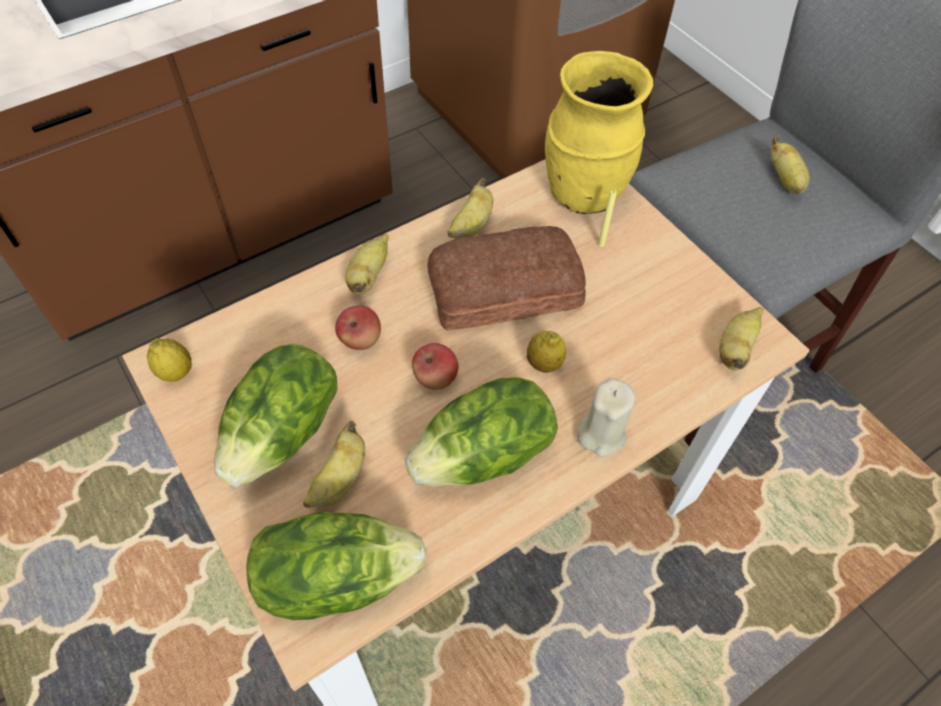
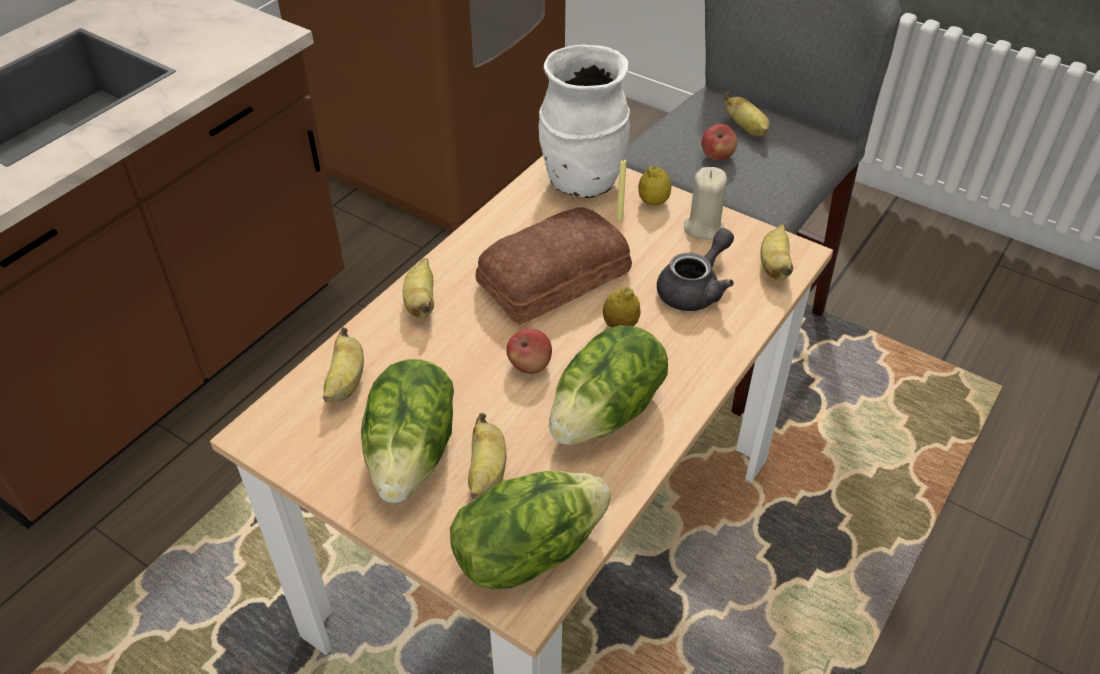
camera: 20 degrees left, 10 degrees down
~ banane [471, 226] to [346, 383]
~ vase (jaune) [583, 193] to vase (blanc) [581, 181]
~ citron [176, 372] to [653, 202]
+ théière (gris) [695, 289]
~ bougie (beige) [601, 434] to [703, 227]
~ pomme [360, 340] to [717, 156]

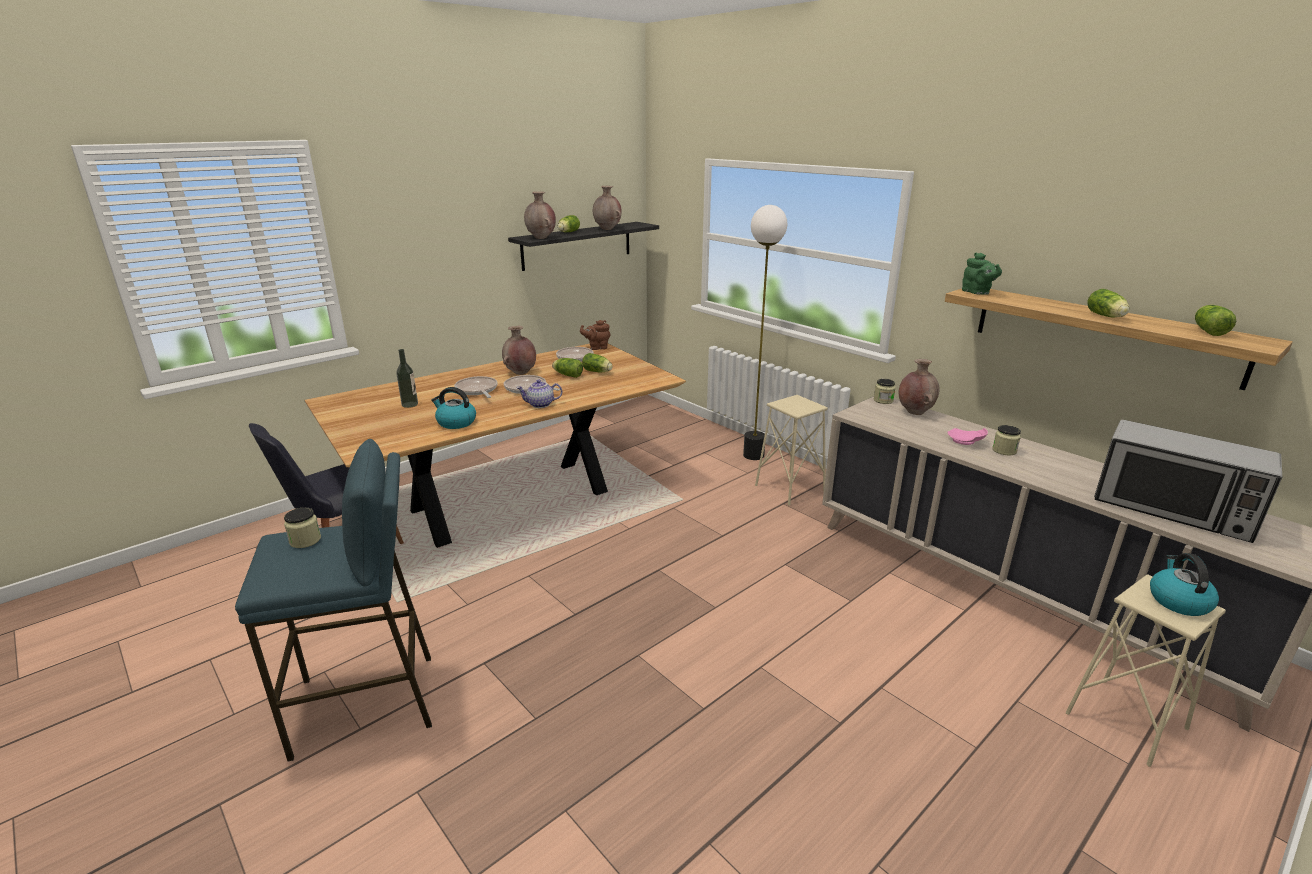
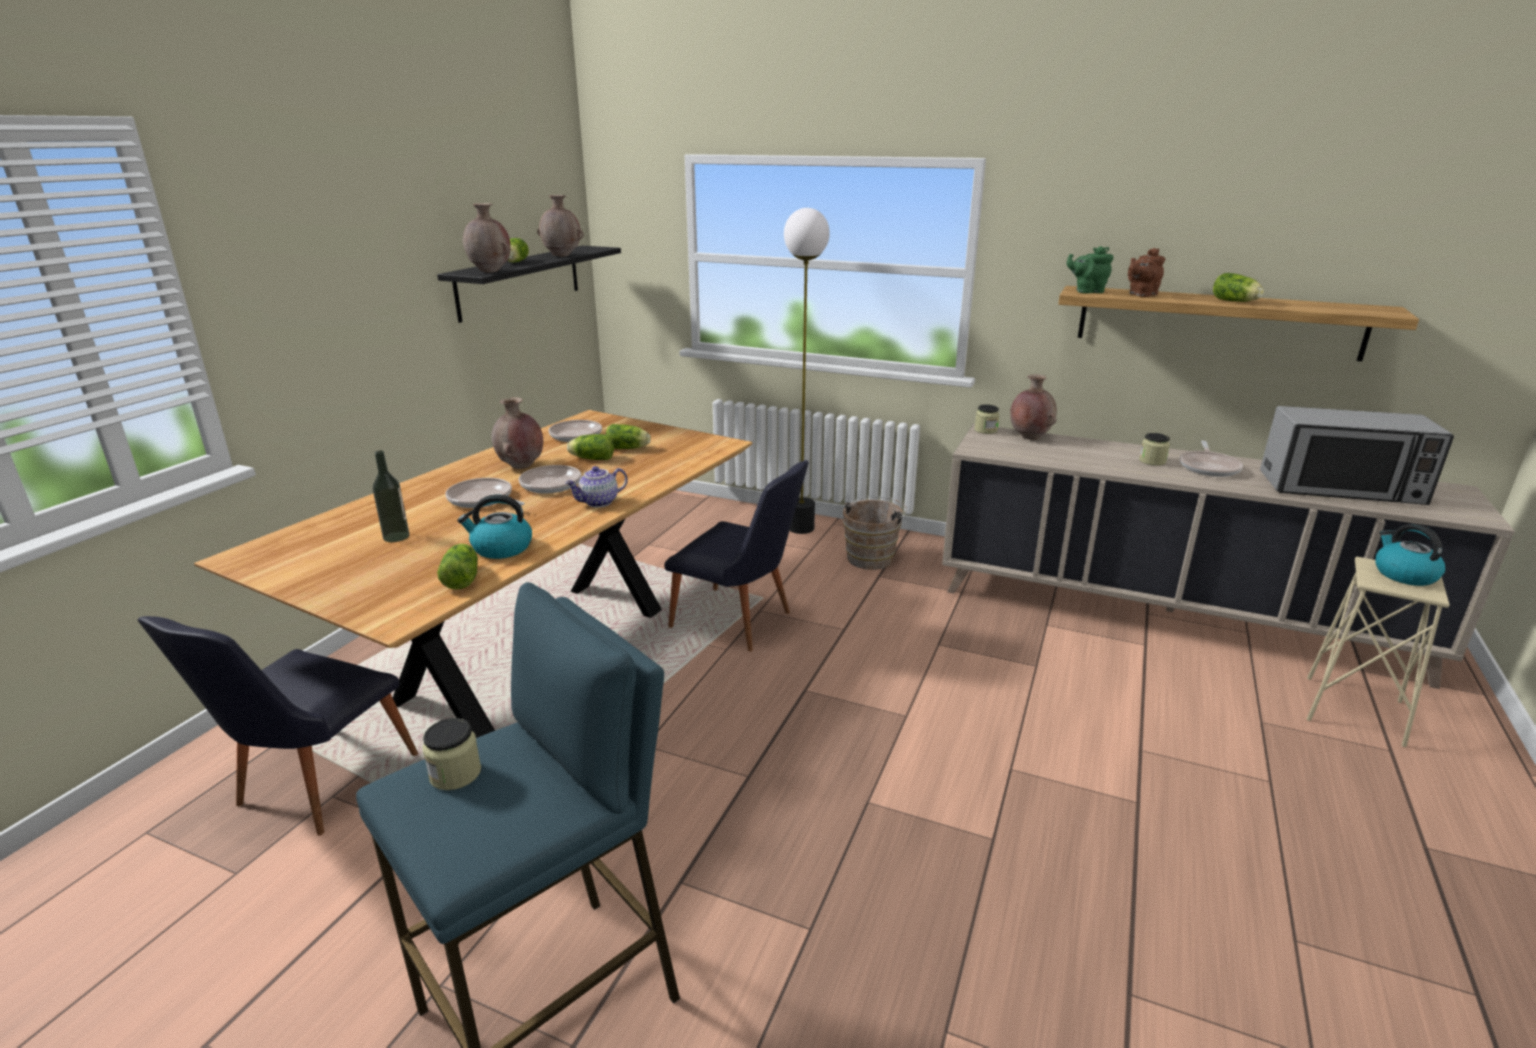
camera: 25 degrees left, 0 degrees up
~ laitue [1208, 331] to [462, 578]
+ chaise (noir) [740, 623]
~ tabouret (beige) [790, 488] to seau (marron) [872, 557]
~ théière (vert) [977, 293] = [1087, 291] 135 degrees clockwise
~ théière (marron) [597, 347] to [1141, 294]
+ poêle [1209, 467]
- assiette (rose) [966, 442]

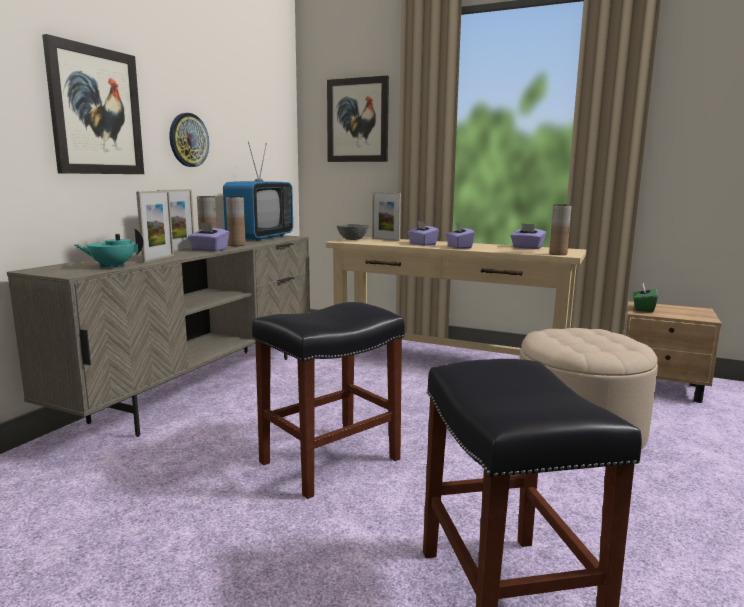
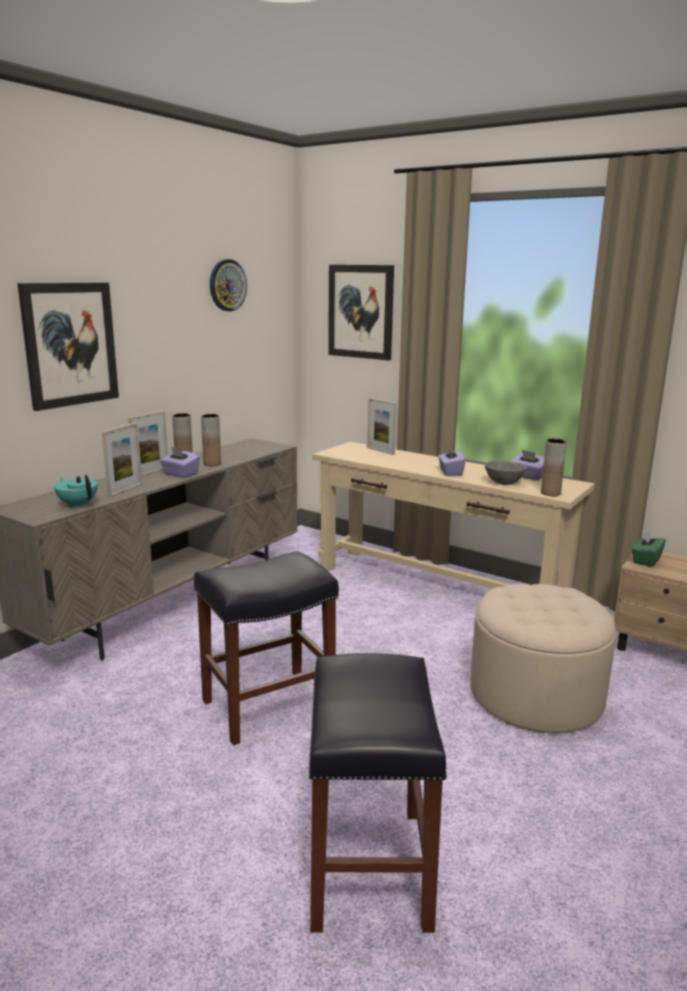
camera: 10 degrees right, 5 degrees up
~ théière (turquoise) [112, 266] = [78, 505] 45 degrees clockwise
~ horloge murale [188, 140] to [227, 285]
~ bol (gris) [352, 239] to [504, 483]
- téléviseur [260, 238]
- boîte à mouchoirs (violet) [422, 244]

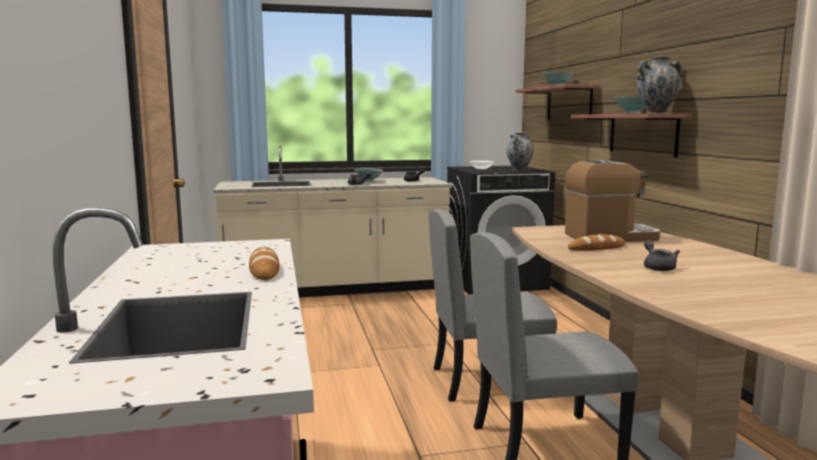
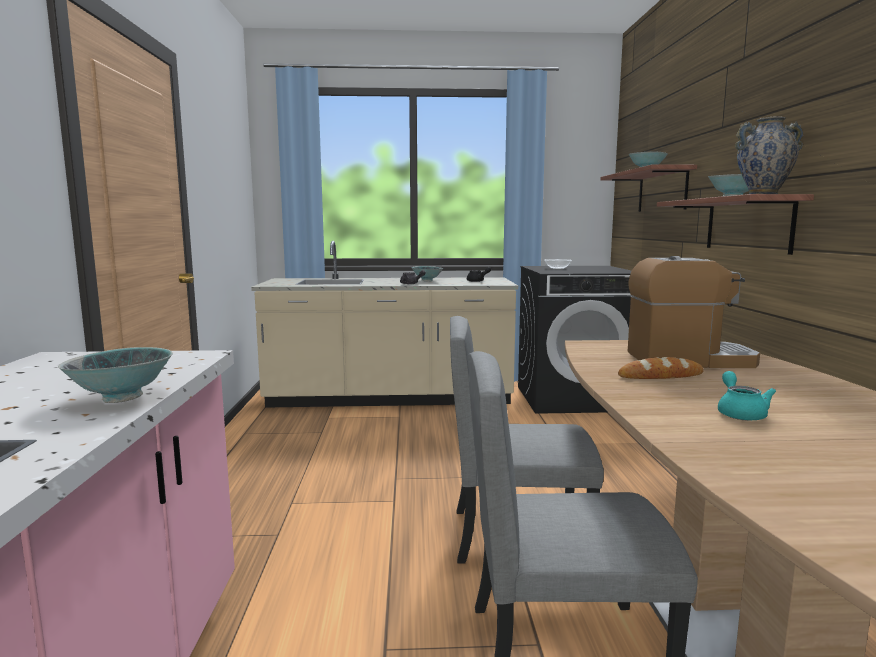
camera: 10 degrees right, 0 degrees up
~ pain [264, 269] to bol [122, 398]
~ théière (gris) [658, 267] to théière (turquoise) [740, 413]
- vase [519, 170]

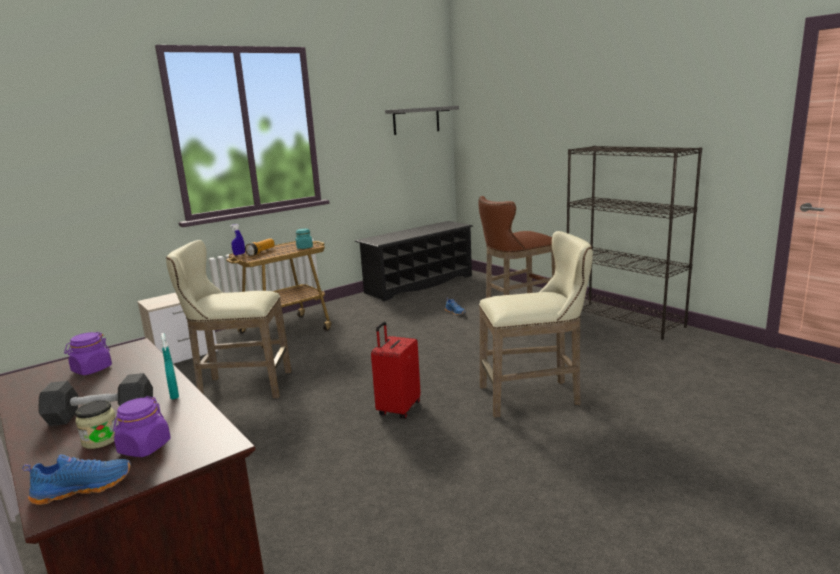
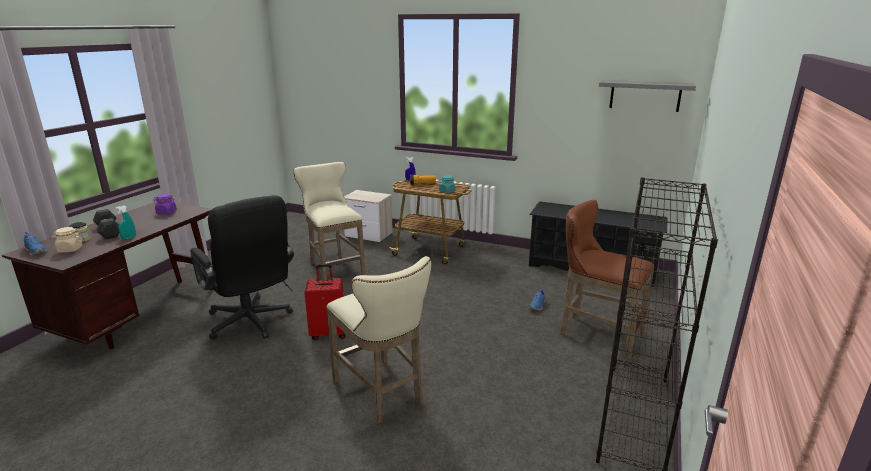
camera: 60 degrees right, 5 degrees up
~ bocal (violet) [144, 447] to bocal (beige) [70, 249]
+ chaise de bureau (noir) [251, 323]

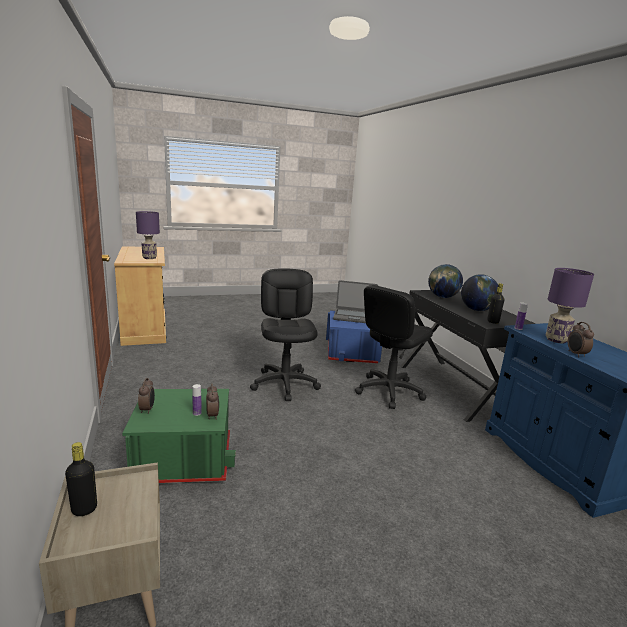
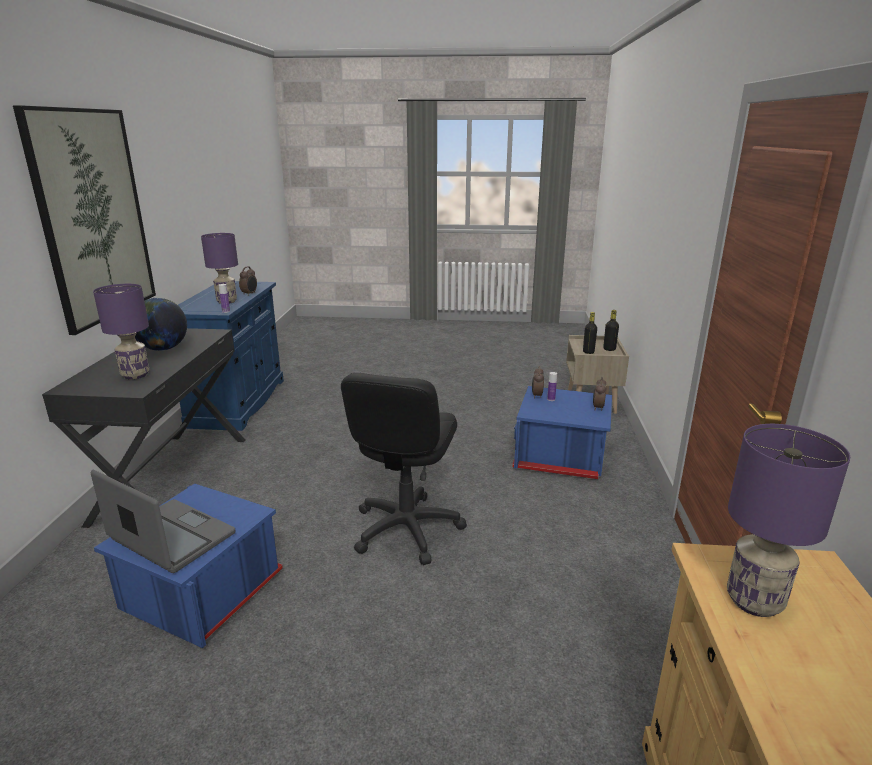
camera: 155 degrees left, 5 degrees up
+ tableau [93, 217]
~ globe [442, 297] to lampe de table (violet) [136, 375]
~ boîte de rangement (vert) [183, 458] to boîte de rangement (bleu) [560, 457]
~ bouteille (noir) [493, 322] to [588, 352]
- chaise de bureau (noir) [389, 391]

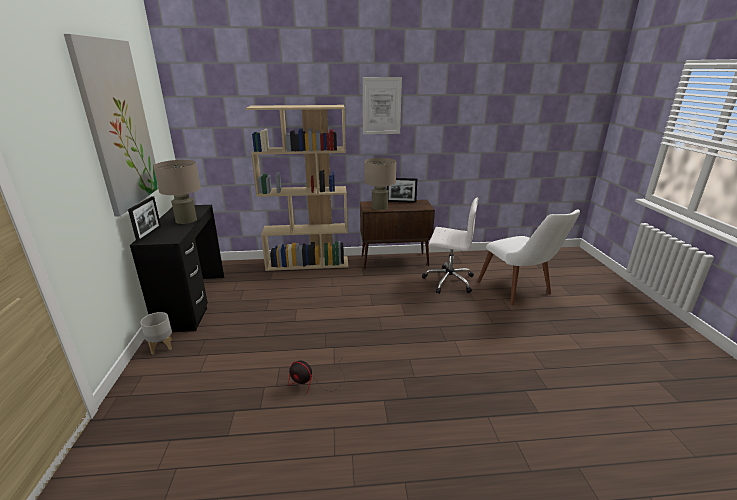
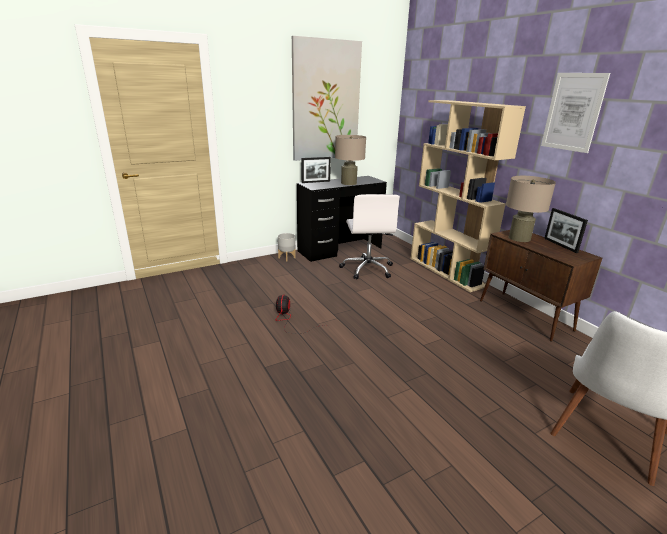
camera: 65 degrees right, 0 degrees up
~ chaise de bureau (blanc) [448, 281] to [367, 269]

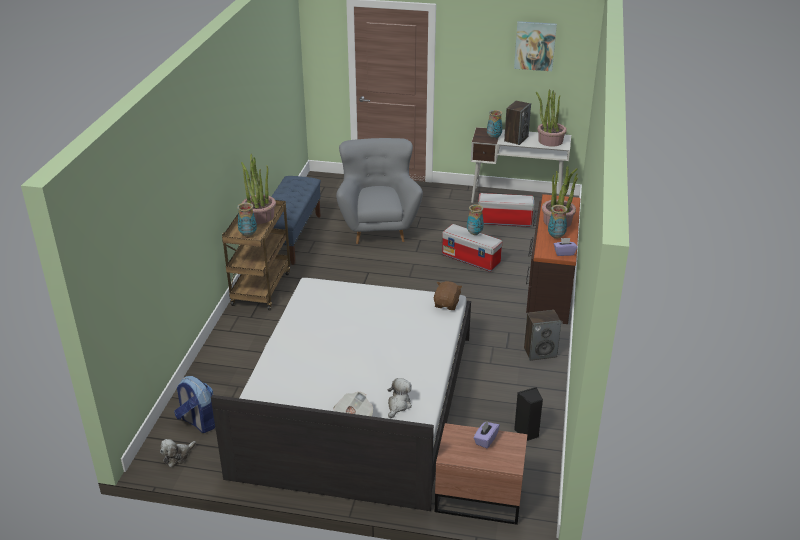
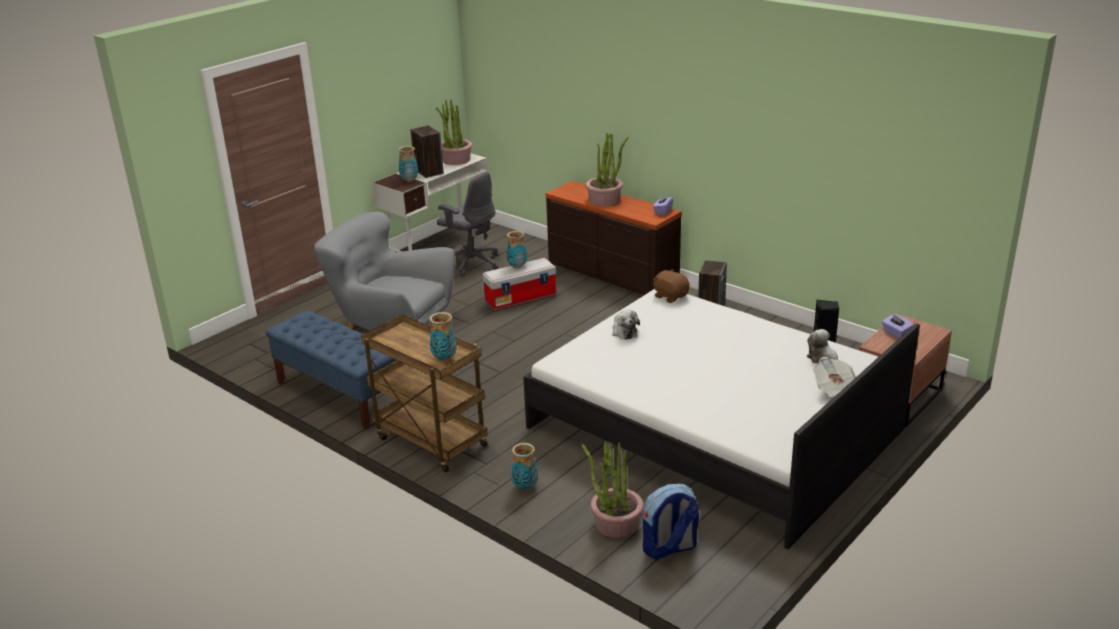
camera: 60 degrees left, 5 degrees down
~ boîte de rangement [504, 221] to chaise de bureau (gris) [471, 263]
~ vase [556, 236] to [525, 487]
~ plante en pot [260, 216] to [616, 523]
~ peluche [177, 456] to [624, 332]
- tableau [535, 46]

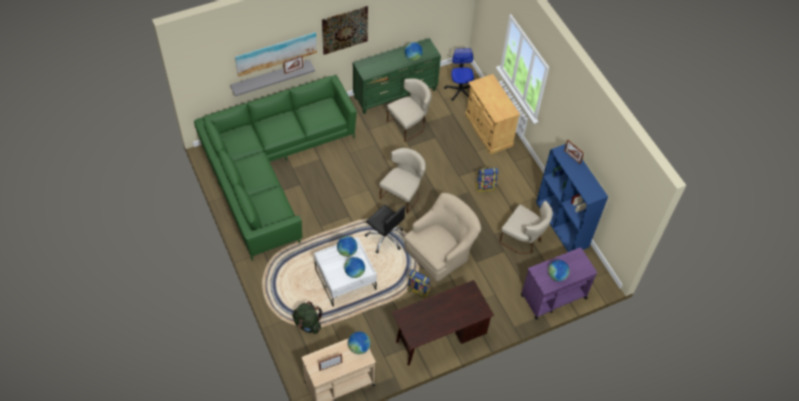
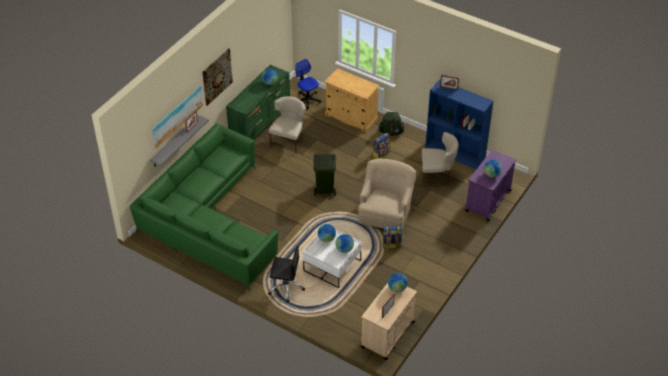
camera: 30 degrees left, 10 degrees down
~ chaise de bureau (noir) [385, 237] to [286, 287]
~ chaise (beige) [402, 194] to poubelle (vert) [325, 189]
~ sac à dos (vert) [307, 324] to [391, 132]
- bureau (marron) [439, 338]

